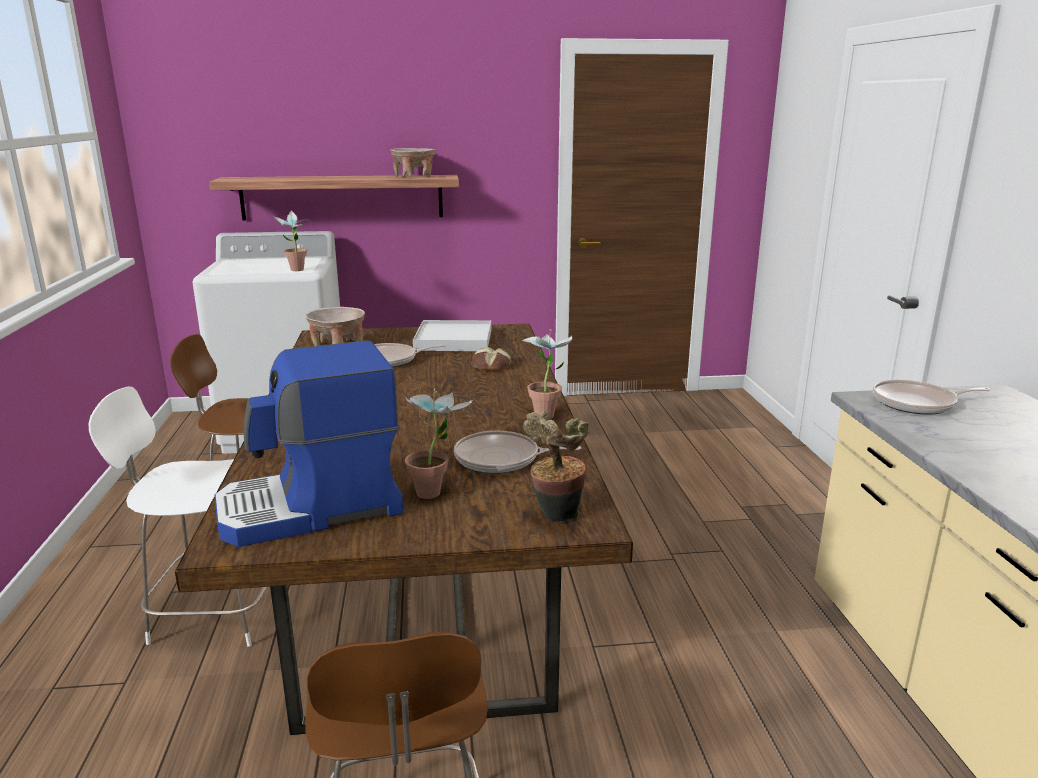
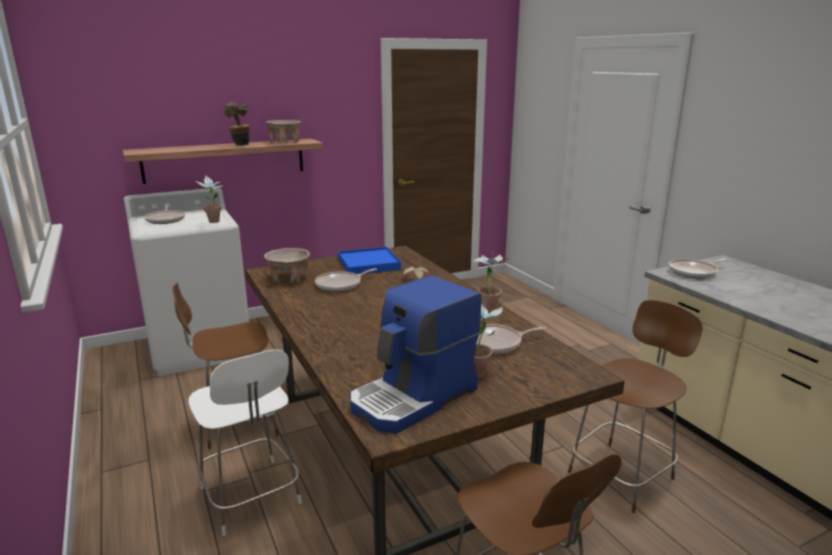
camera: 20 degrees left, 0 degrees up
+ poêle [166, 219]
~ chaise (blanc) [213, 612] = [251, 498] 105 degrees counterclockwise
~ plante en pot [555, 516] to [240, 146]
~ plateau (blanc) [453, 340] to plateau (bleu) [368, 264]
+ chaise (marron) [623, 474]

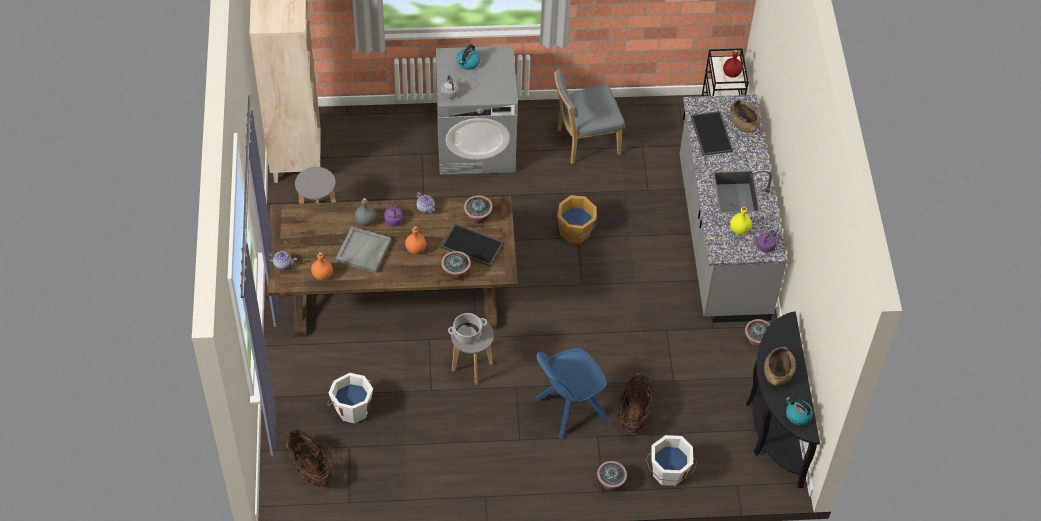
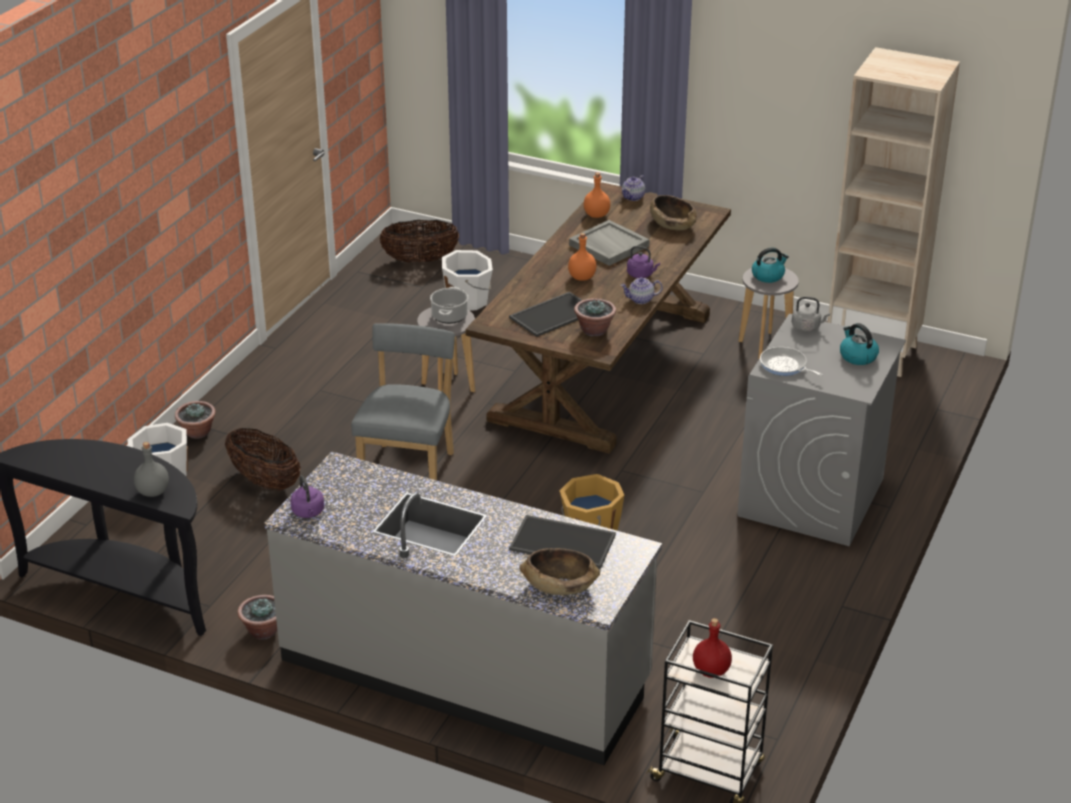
camera: 120 degrees right, 20 degrees down
~ bouteille (gris) [366, 221] to [152, 492]
~ chaise (gris) [585, 142] to [409, 469]
~ bol (marron) [778, 372] to [673, 224]
~ bouilloire [797, 415] to [768, 276]
+ poêle [785, 366]
- plante en pot [456, 273]
- chaise (bleu) [568, 408]
- bouteille (jaune) [739, 229]

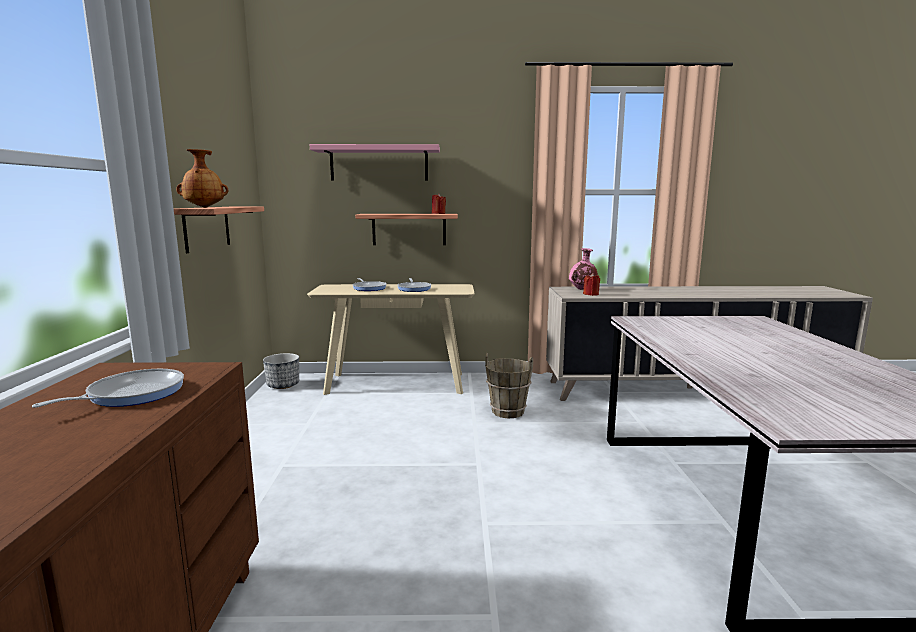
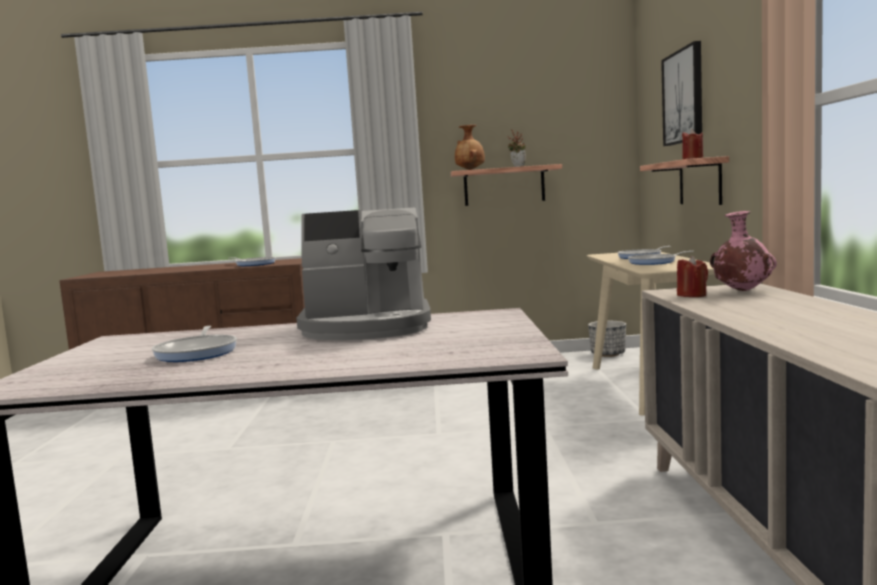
camera: 90 degrees right, 5 degrees down
+ poêle [198, 352]
+ machine à café [367, 327]
+ plante en pot [517, 166]
~ étagère (rose) [379, 163] to tableau [684, 97]
- seau (marron) [508, 411]

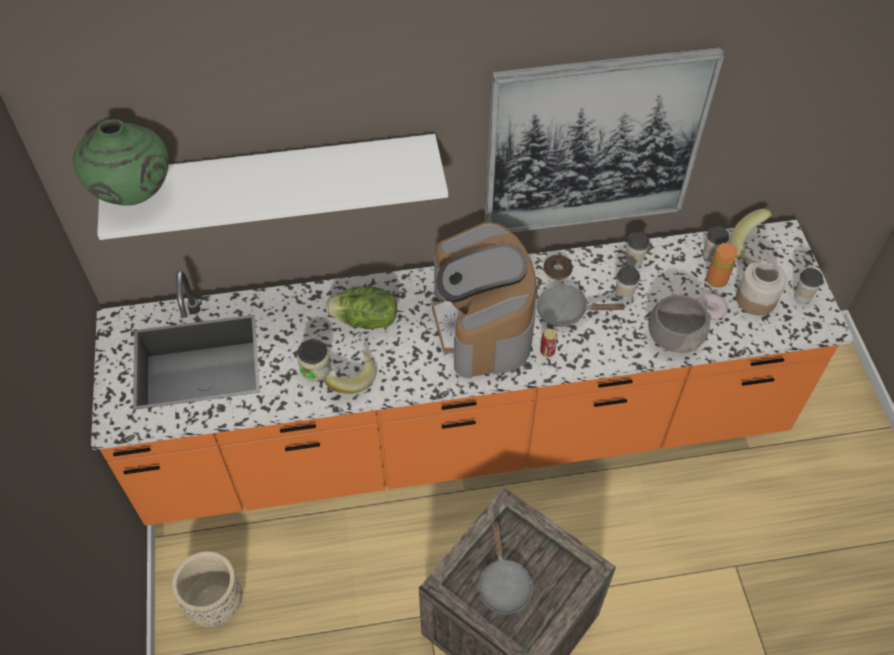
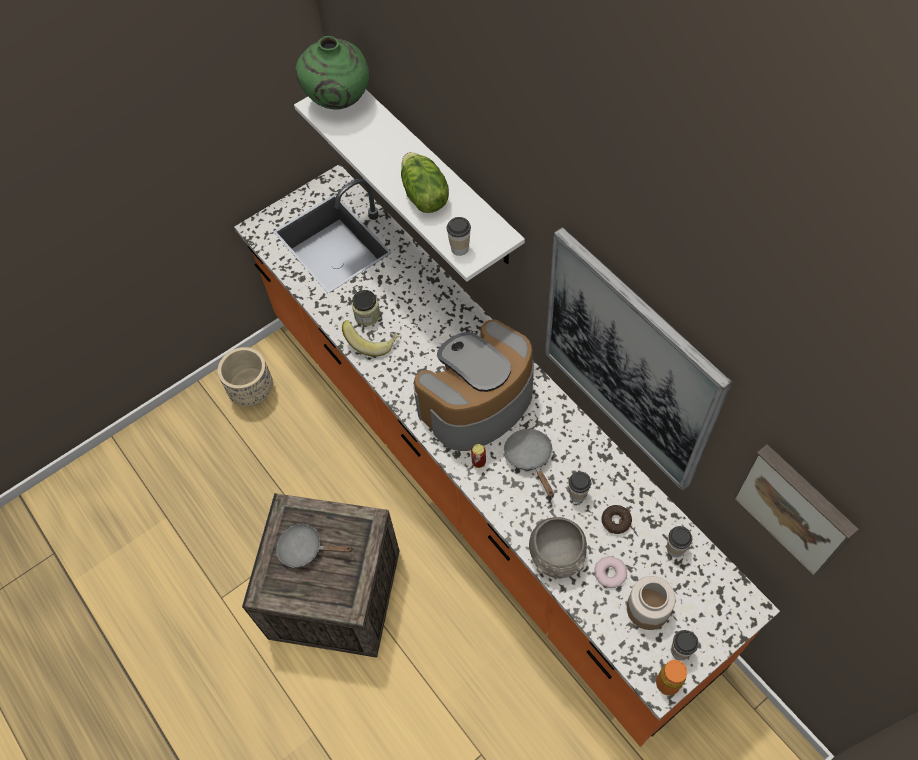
camera: 65 degrees right, 5 degrees up
~ poêle (gris) [503, 584] = [306, 549] 45 degrees clockwise
~ laitue [365, 320] to [423, 196]
~ tasse [633, 261] to [460, 248]
~ beignet [557, 270] to [616, 521]
~ bouteille (orange) [716, 280] to [667, 683]
+ tableau [796, 508]
- banane [749, 247]

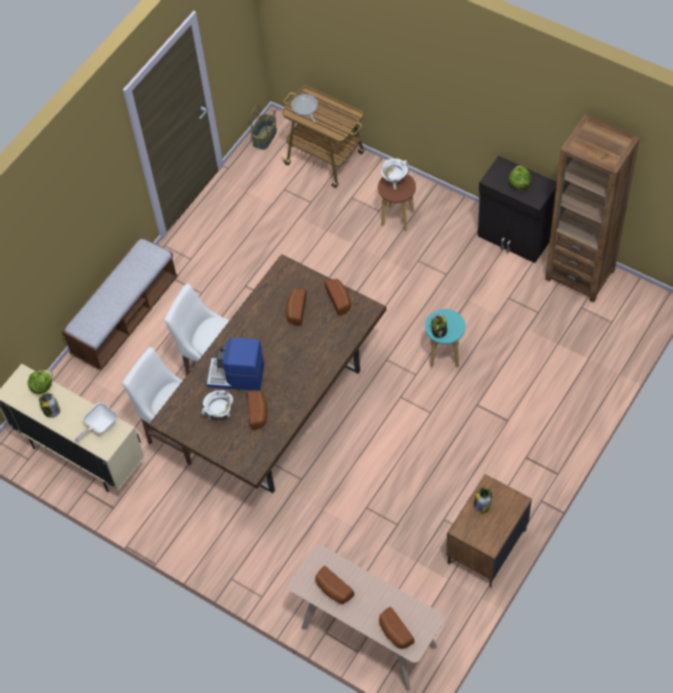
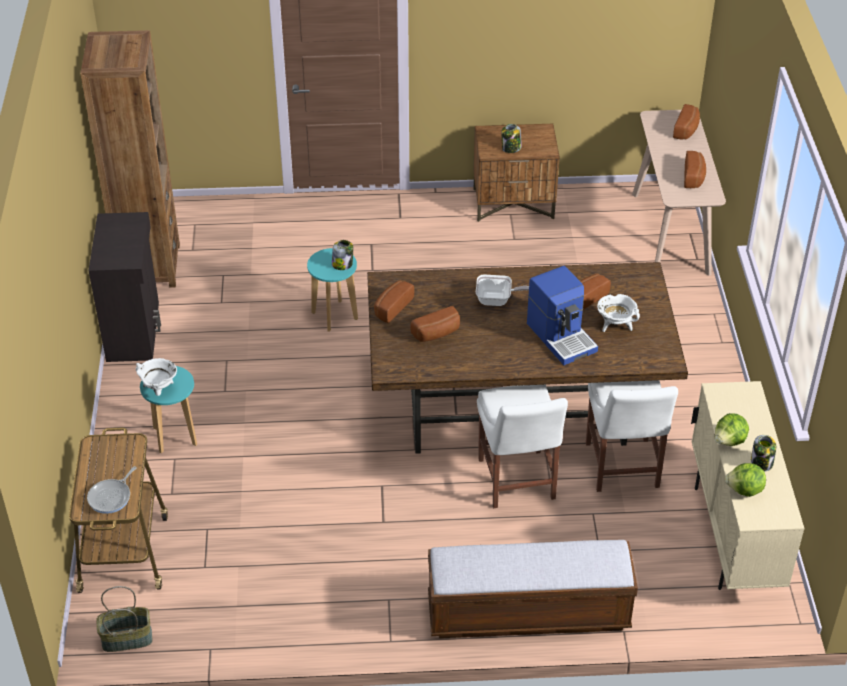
camera: 130 degrees left, 15 degrees down
~ tabouret (marron) [397, 218] to tabouret (turquoise) [175, 437]
~ poêle [99, 426] to [498, 300]
~ laitue [519, 183] to [729, 441]

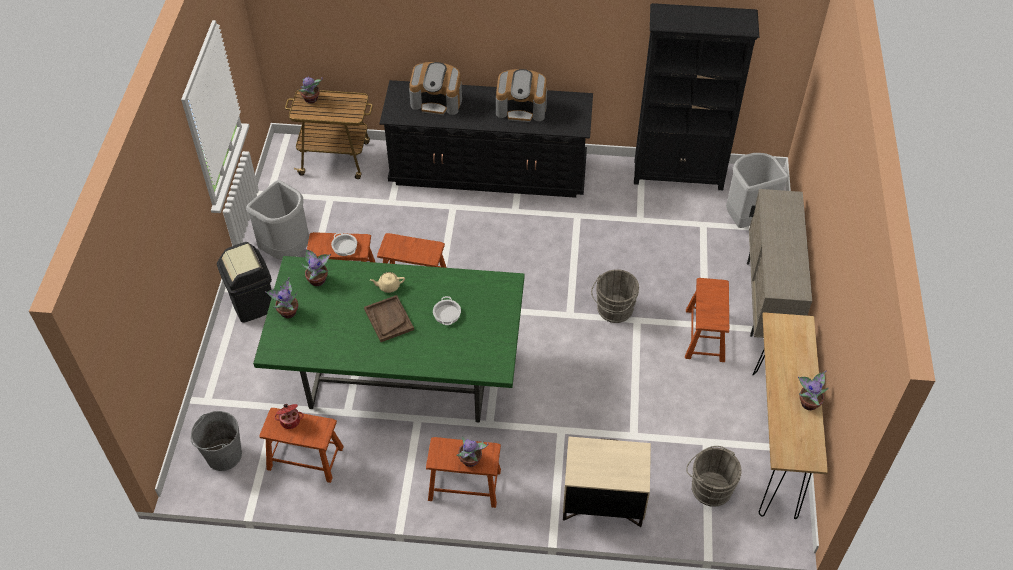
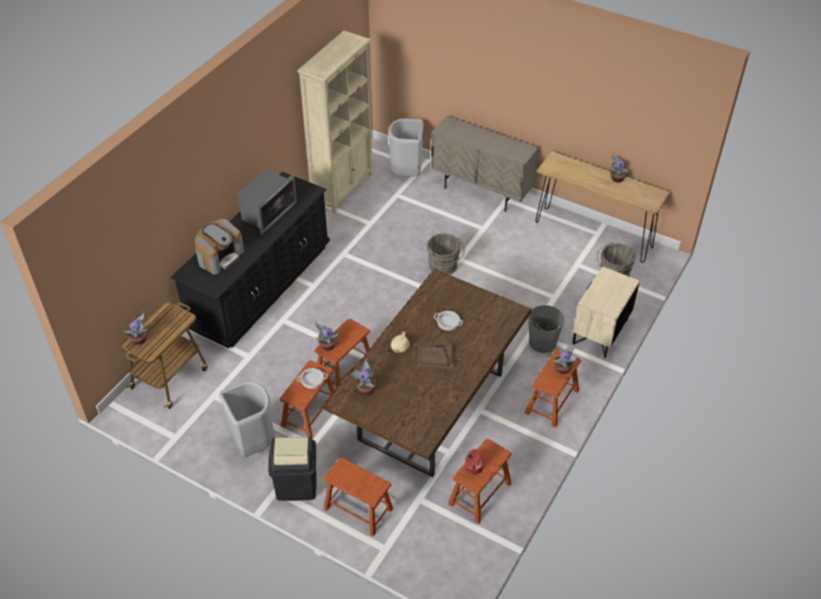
camera: 65 degrees left, 5 degrees down
~ machine à café [521, 108] to micro-ondes [267, 212]
~ bibliothèque (noir) [679, 175] to bibliothèque (beige) [343, 188]
~ plante en pot [288, 311] to [327, 346]
~ tabouret (marron) [705, 335] to [358, 508]
~ table à manger (vert) [399, 373] to table à manger (marron) [430, 407]
~ seau (gris) [223, 455] to [542, 342]

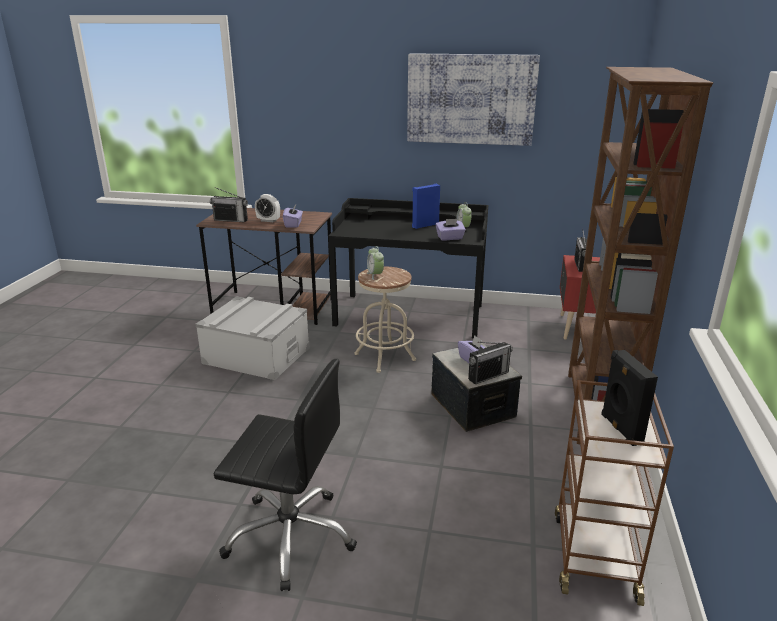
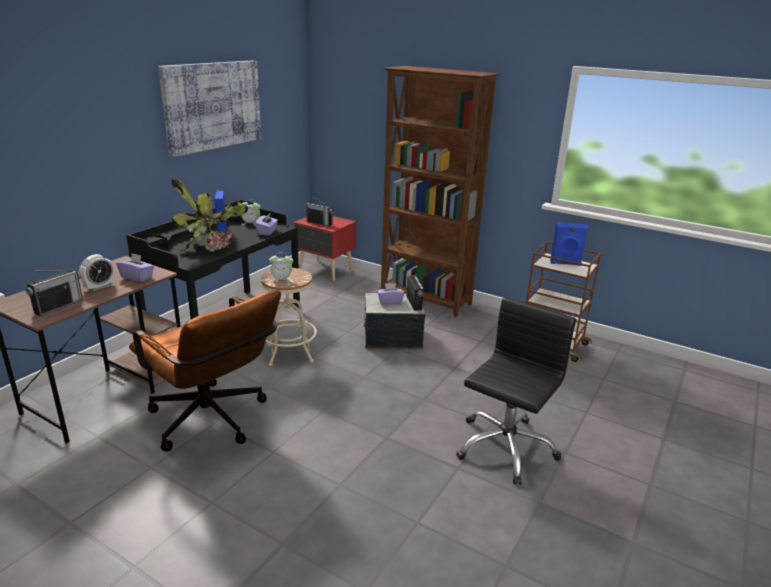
camera: 70 degrees left, 0 degrees up
~ boîte de rangement (gris) [256, 356] to chaise de bureau (marron) [213, 422]
+ plante en pot [211, 247]
~ enceinte (noir) [620, 429] to enceinte (bleu) [565, 263]

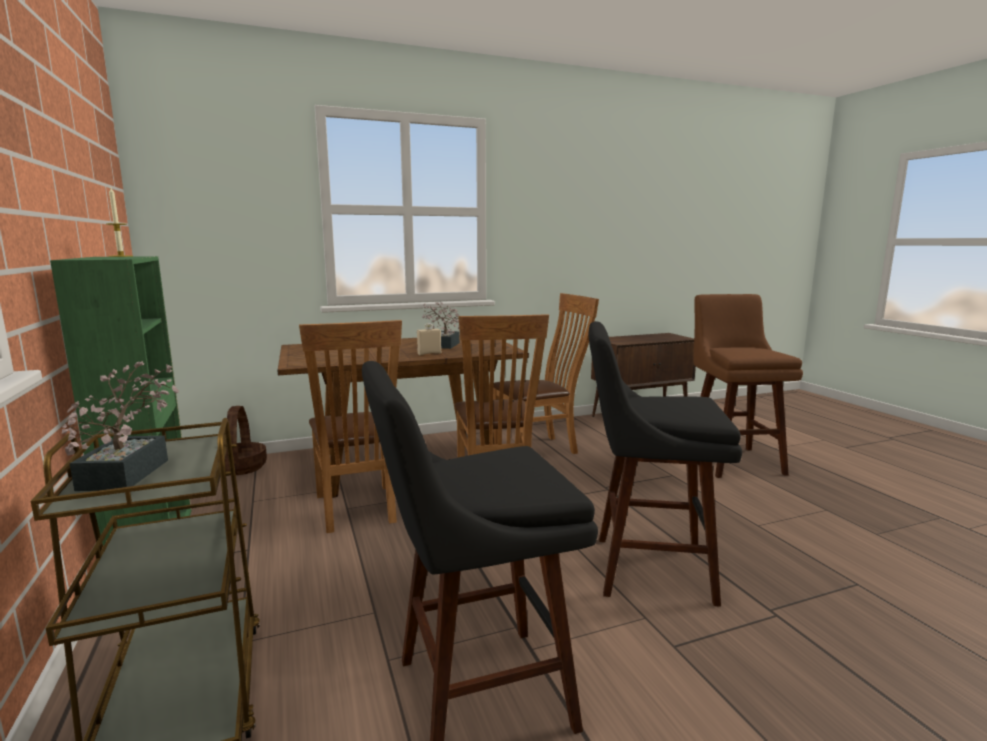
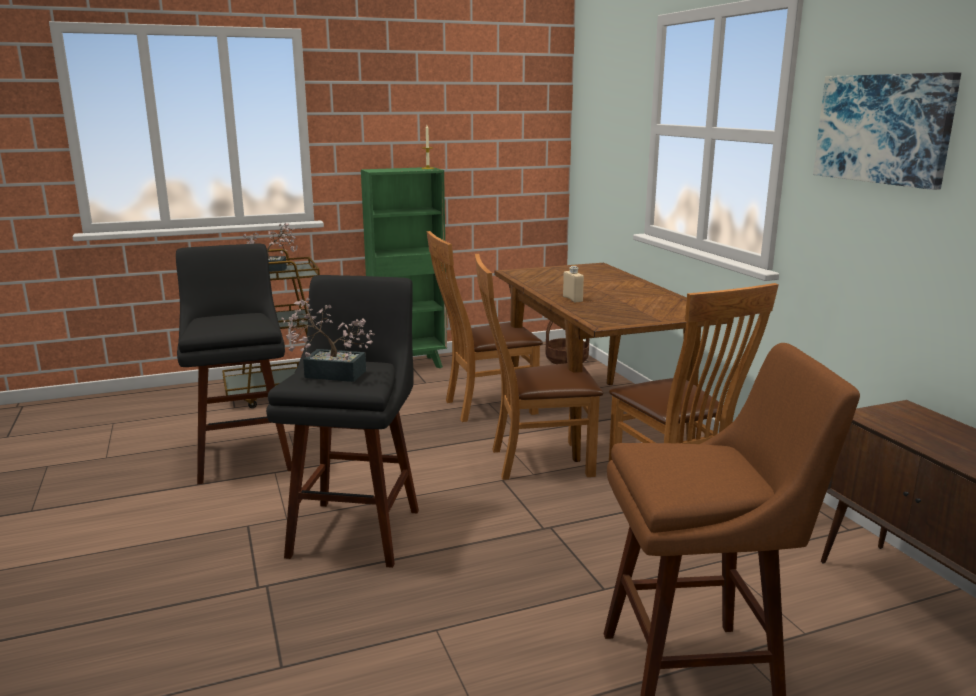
camera: 90 degrees right, 5 degrees up
~ plante en pot [443, 346] to [329, 373]
+ tableau [883, 129]

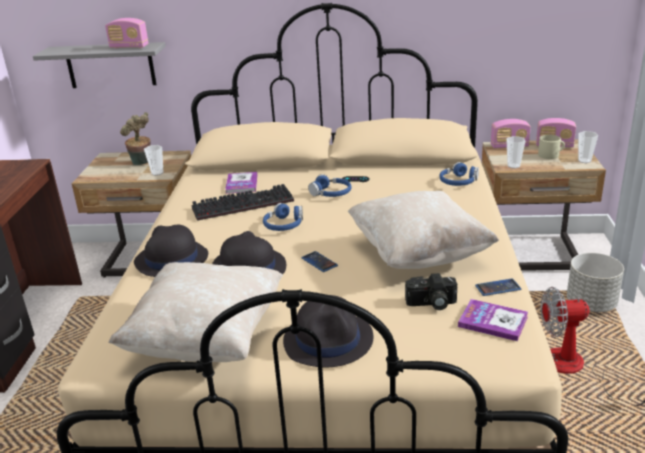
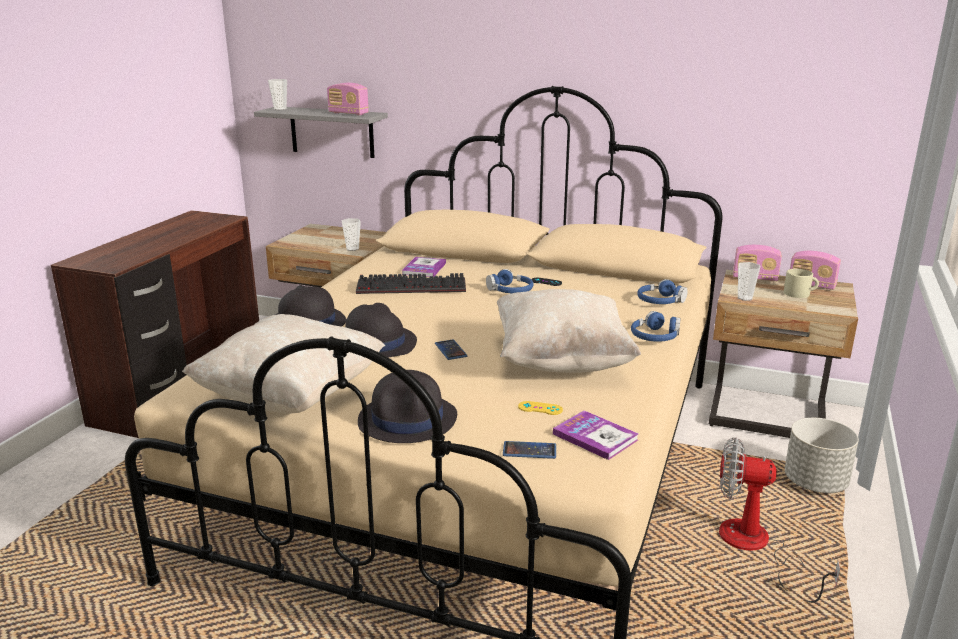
camera: 15 degrees right, 5 degrees down
~ tasse [584, 161] to [280, 109]
~ téléphone [498, 288] to [529, 451]
~ appareil photo [431, 304] to manette (jaune) [540, 408]
~ casque audio (bleu) [284, 225] to [655, 337]
- plante en pot [142, 163]

